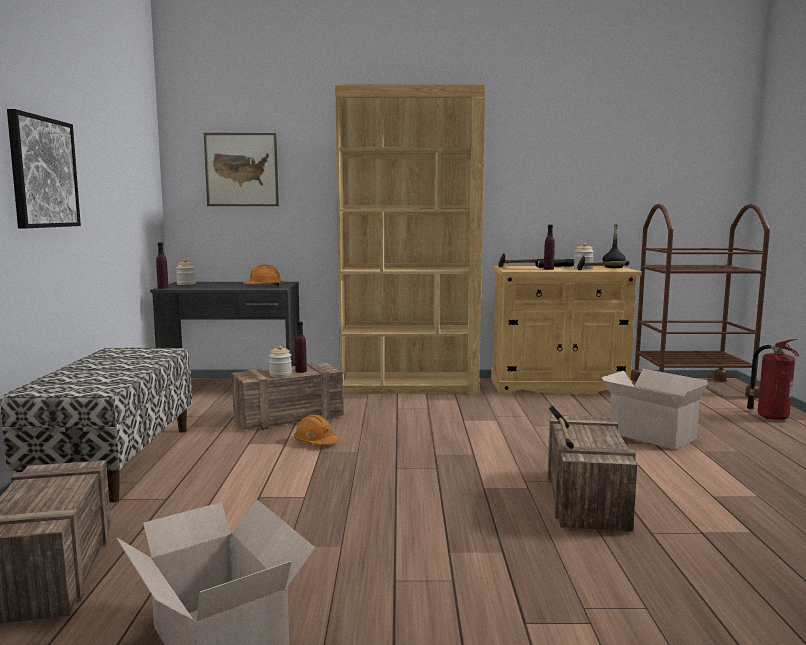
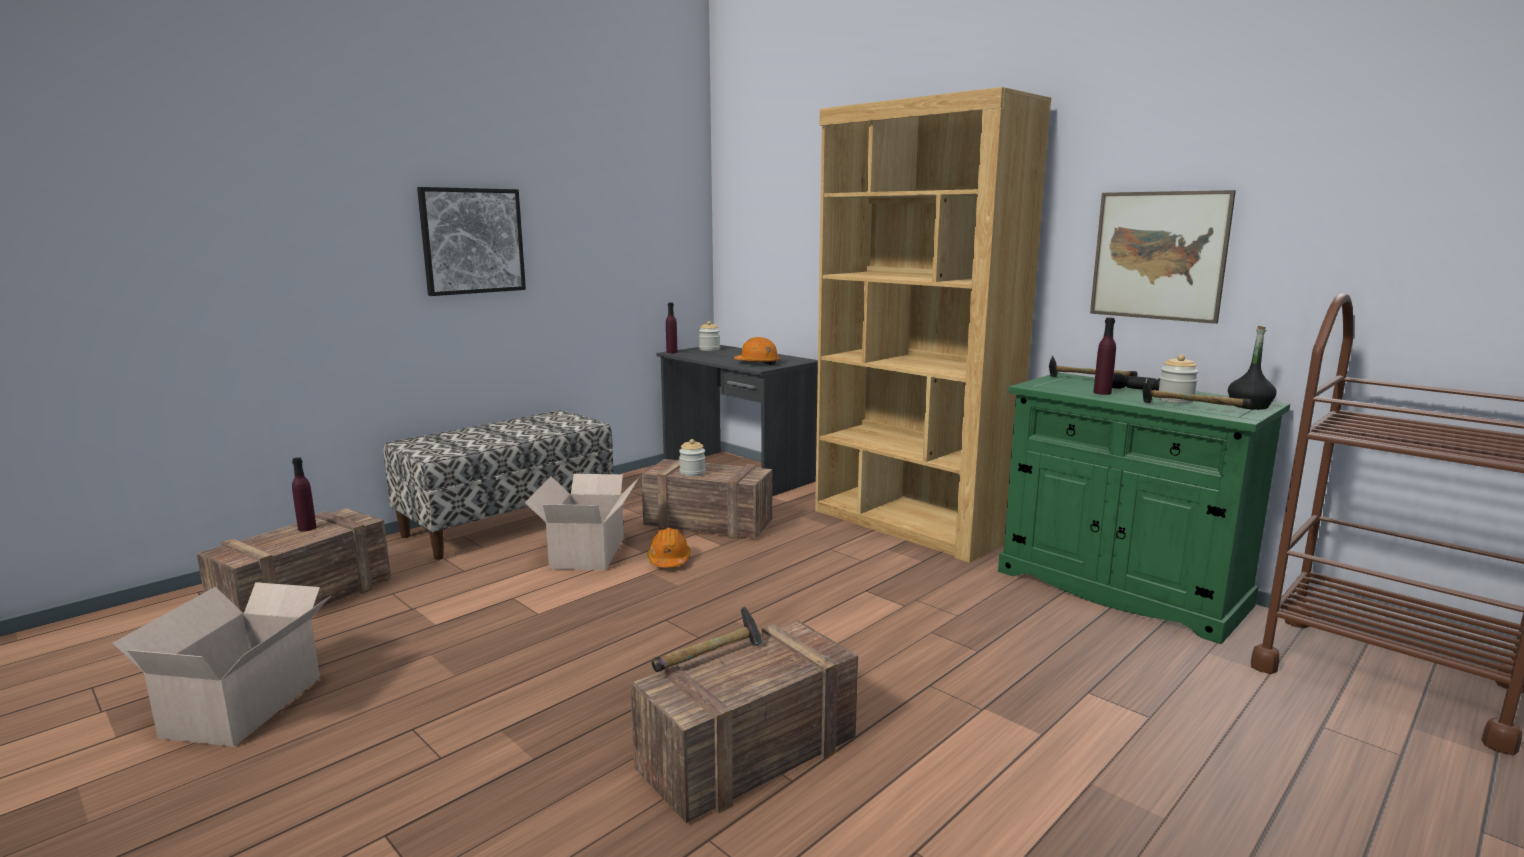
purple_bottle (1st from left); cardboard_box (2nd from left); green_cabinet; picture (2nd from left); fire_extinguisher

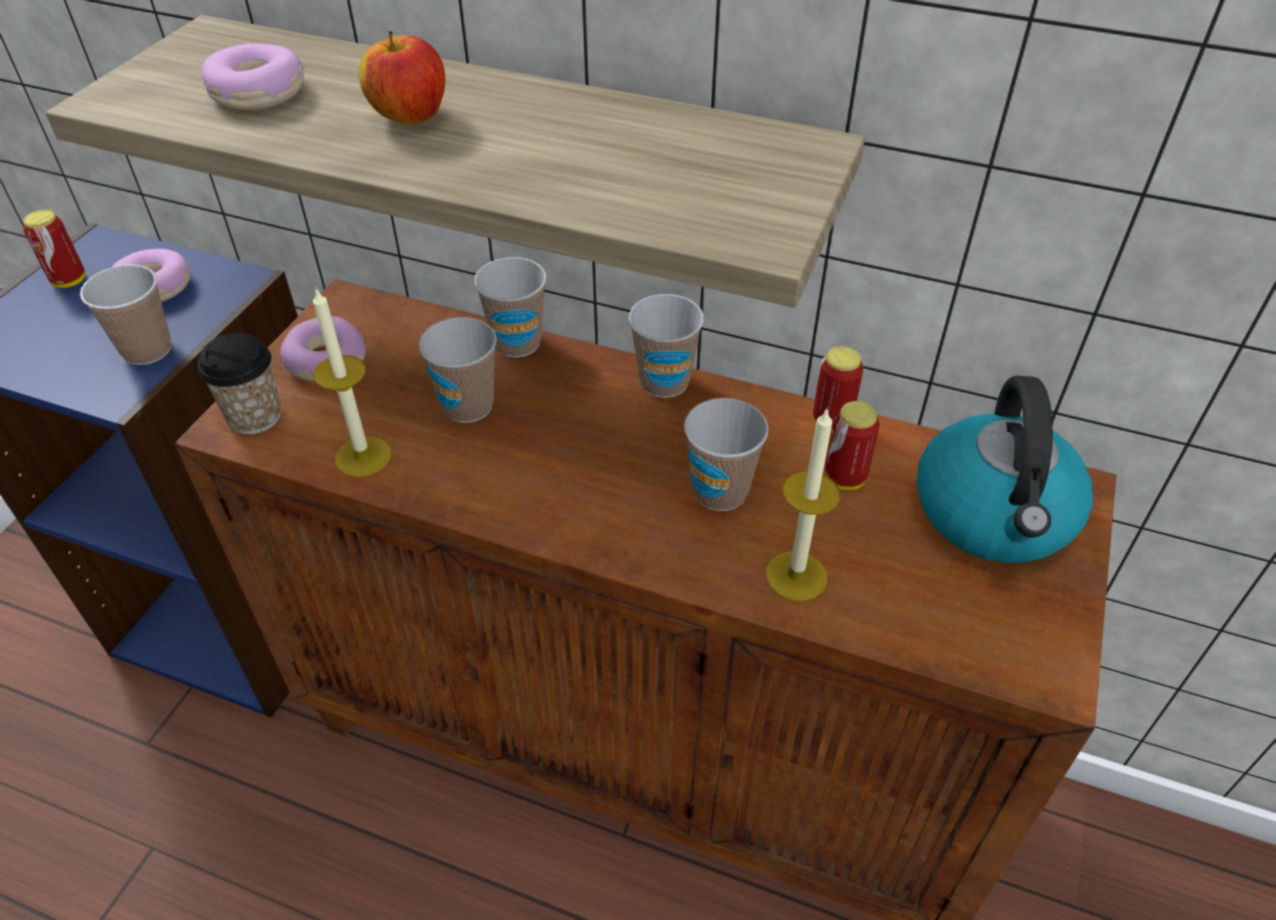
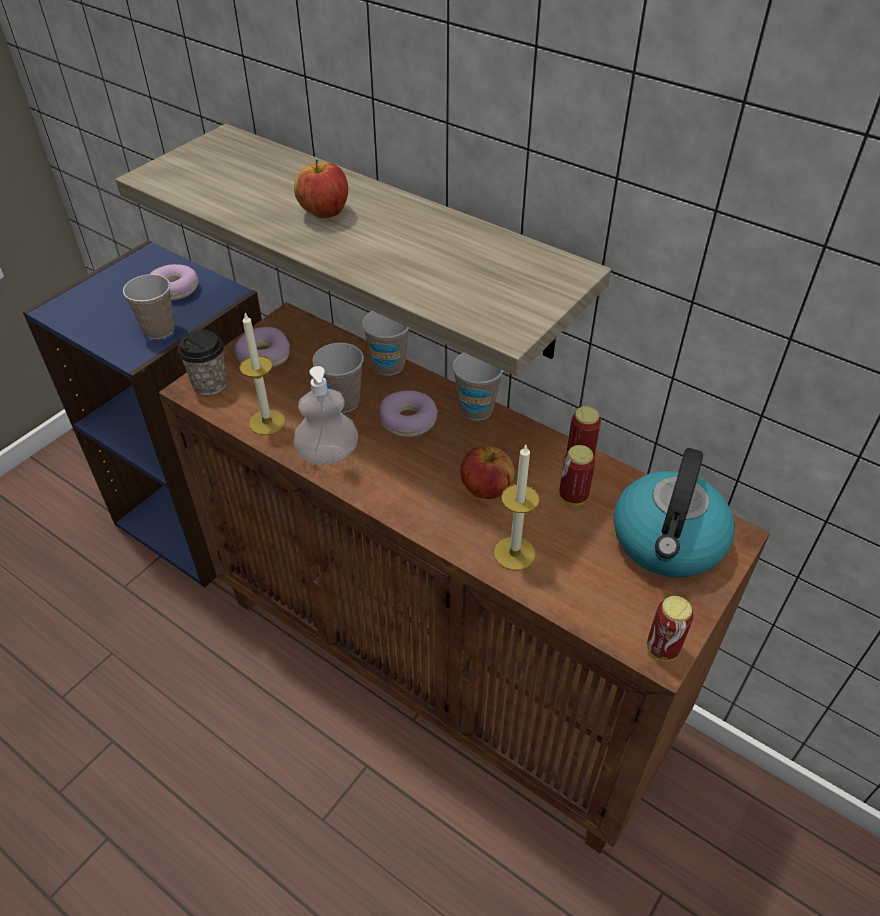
soap_dispenser; donut (3rd from left); apple (2nd from left); can (3rd from left)

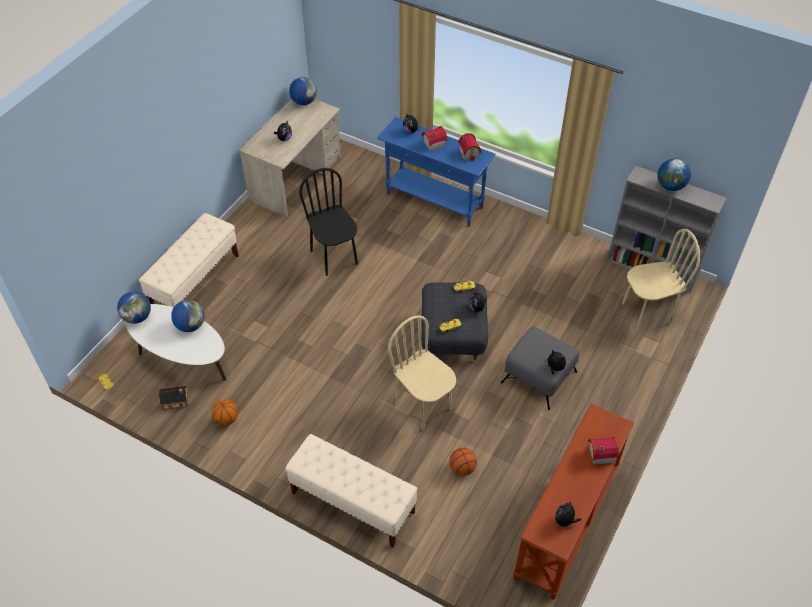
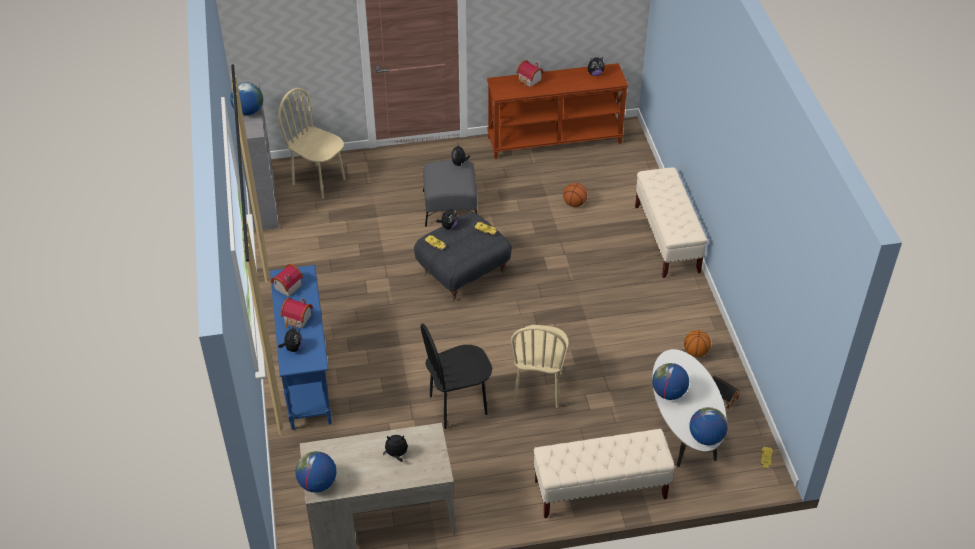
black_chair; beige_chair (2nd from left)

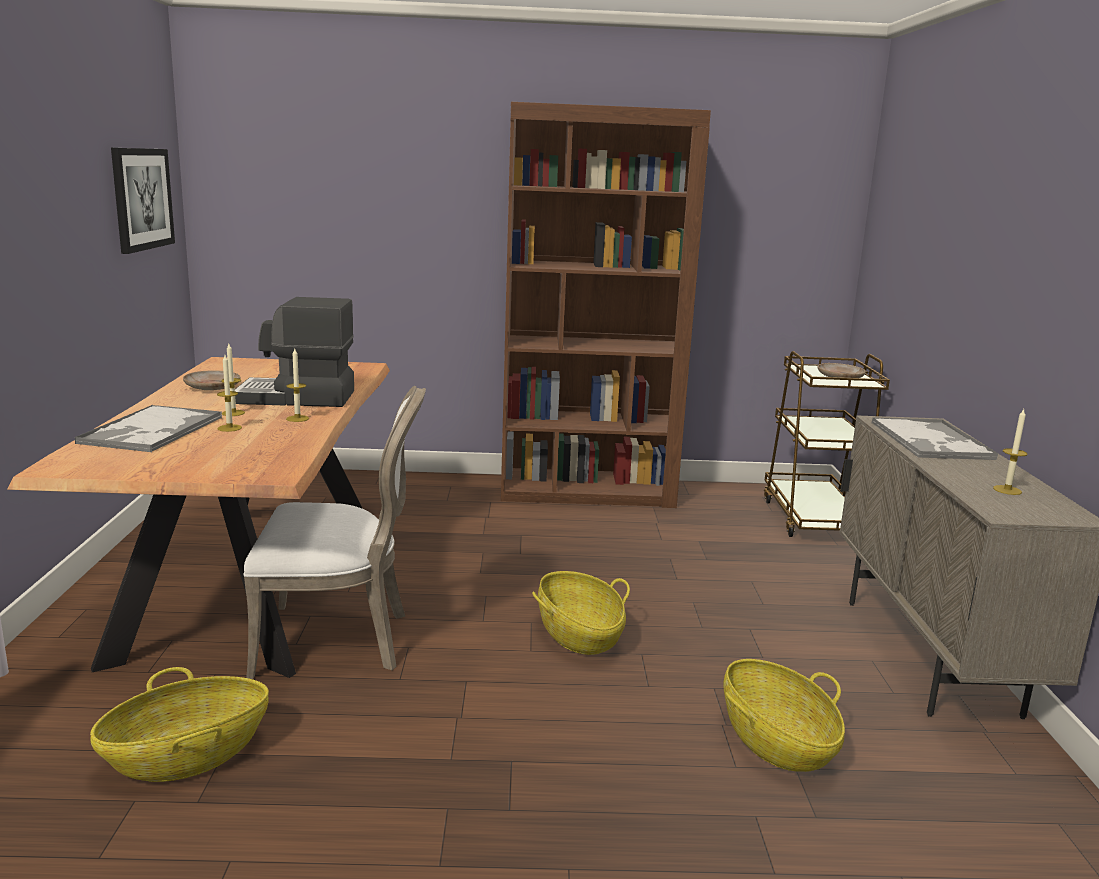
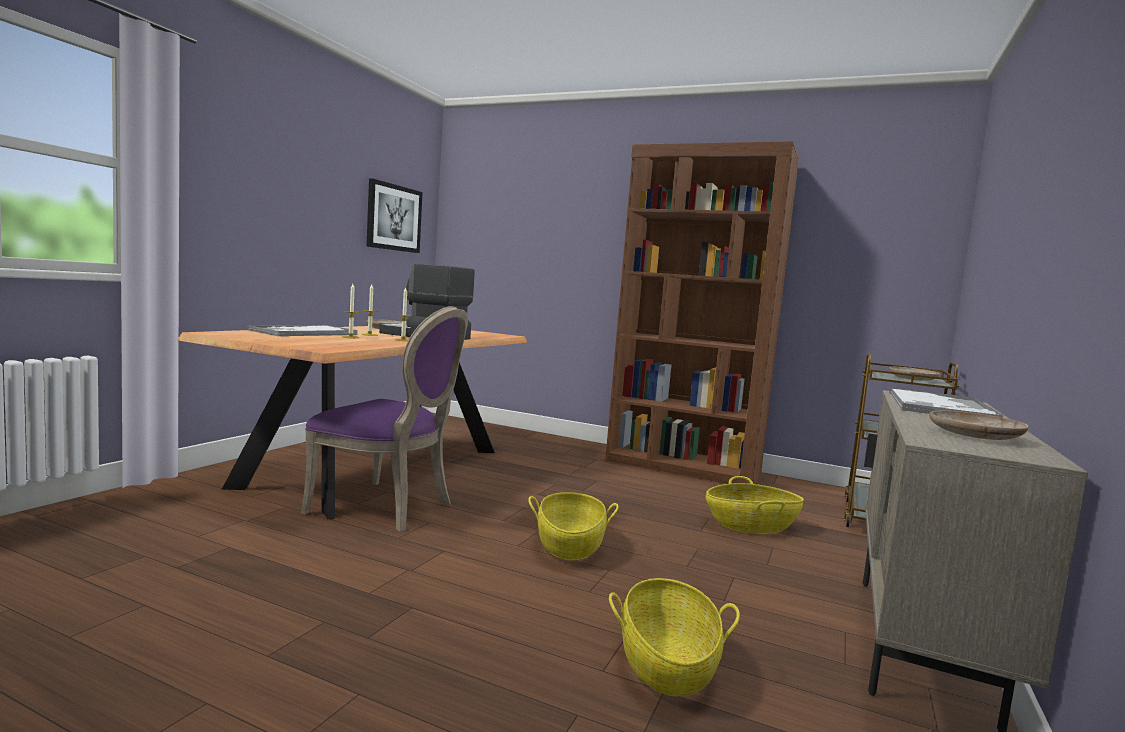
purple_chair; basket (3rd from left); beige_plate (3rd from left)

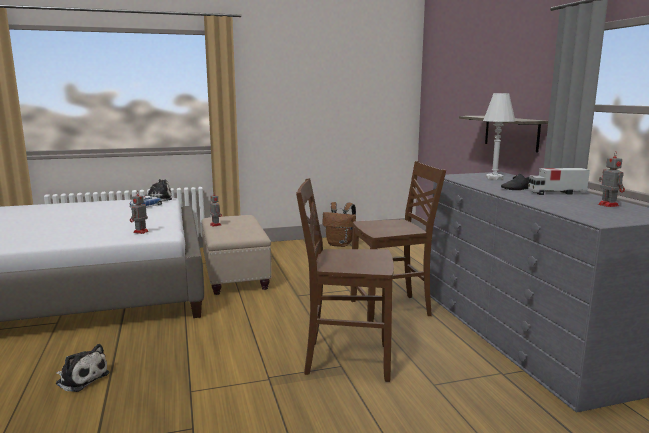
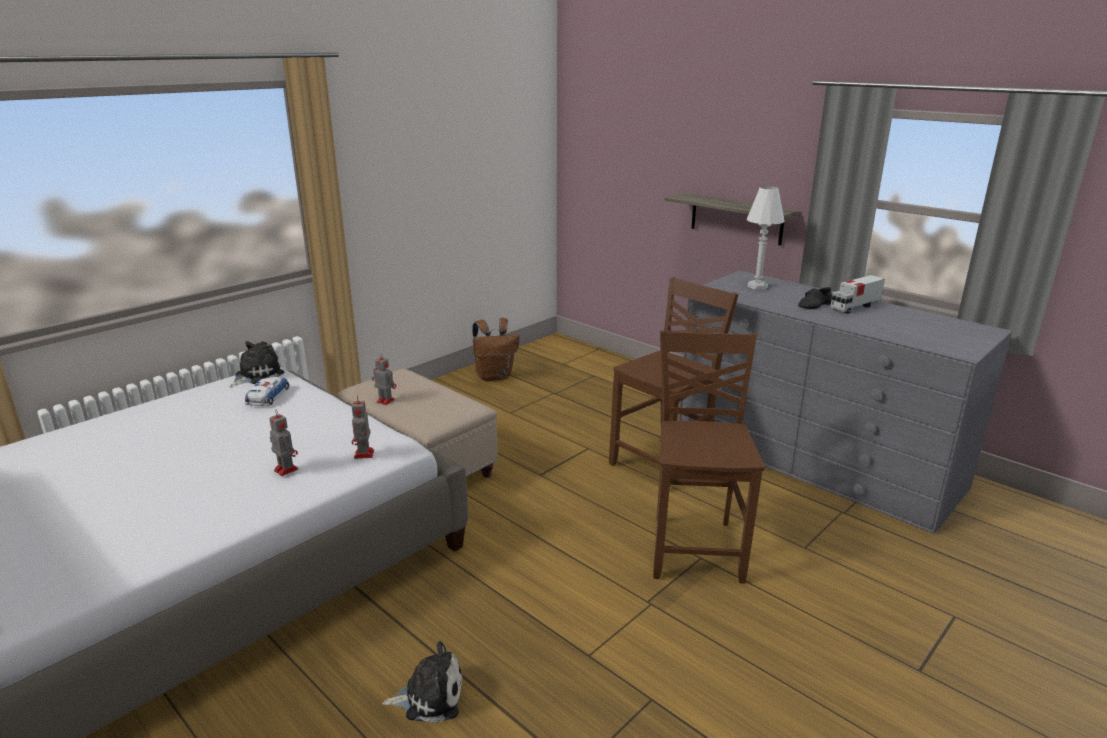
toy_robot (1st from left); brown_chair (2nd from left)

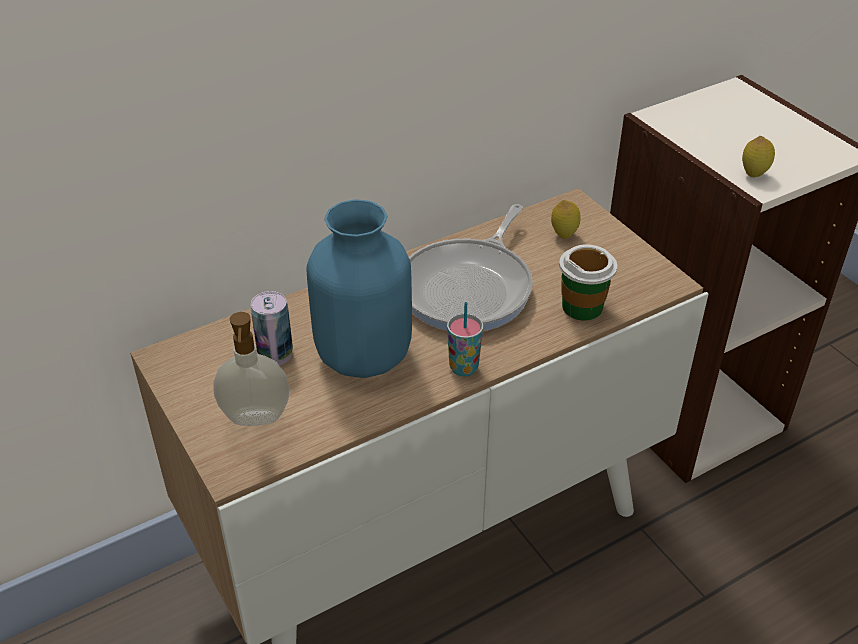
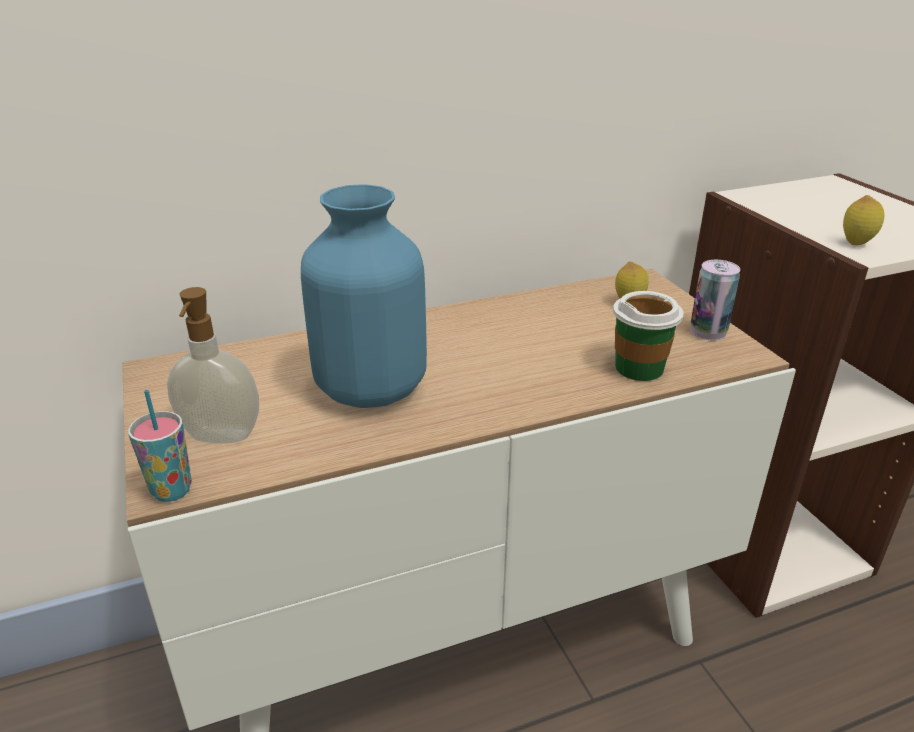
cup (1st from left); can; frying_pan

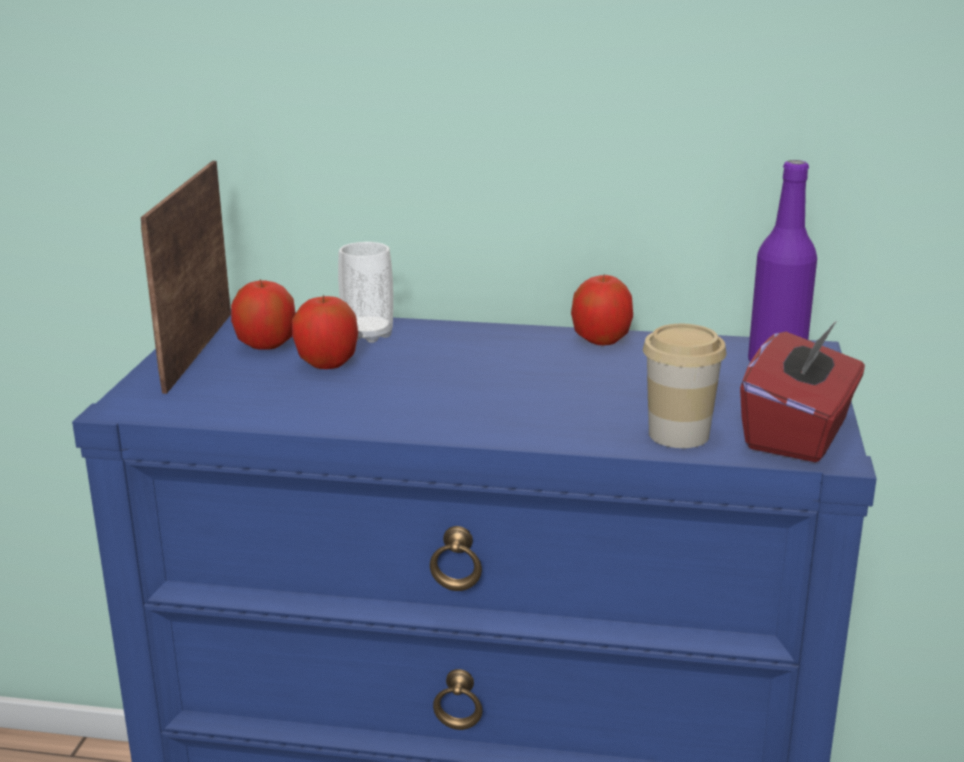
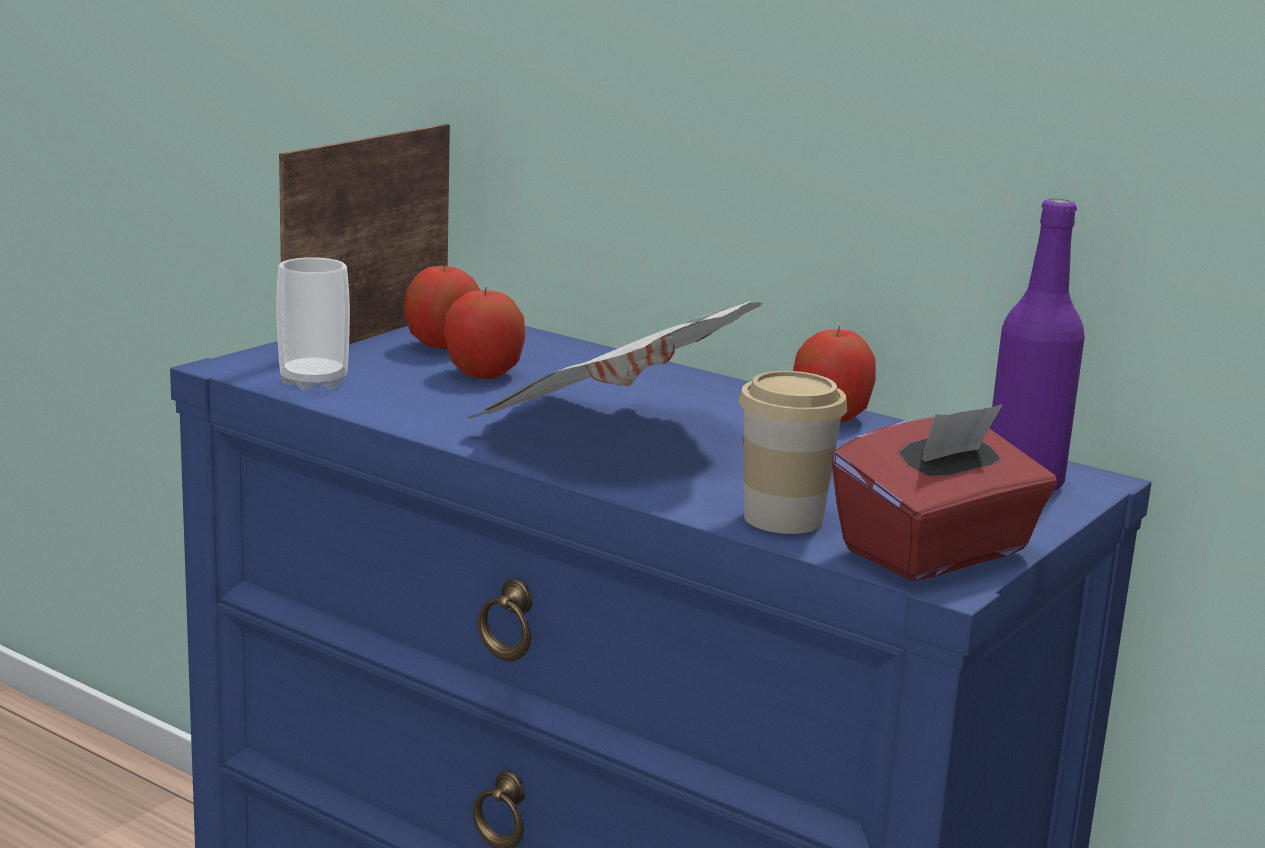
cup (1st from left); newspaper

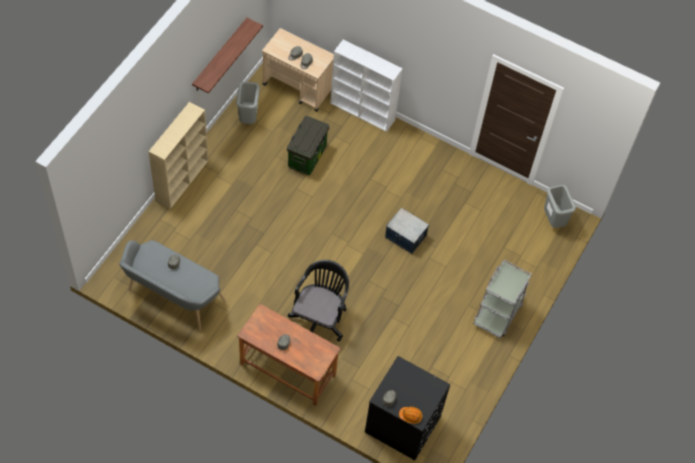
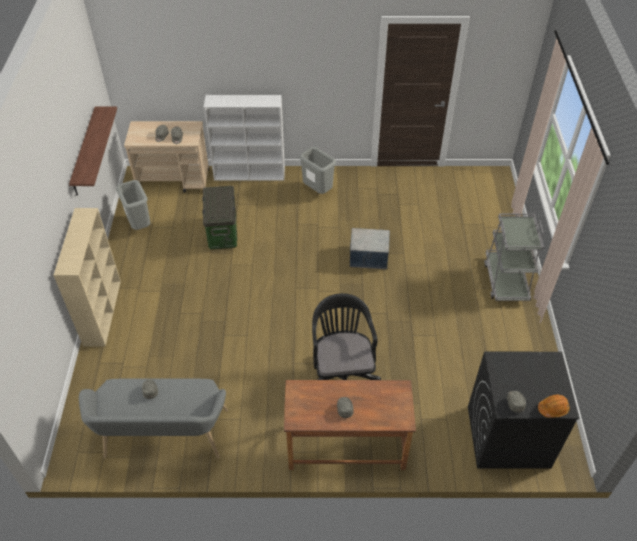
grey_trash_can (2nd from left)

